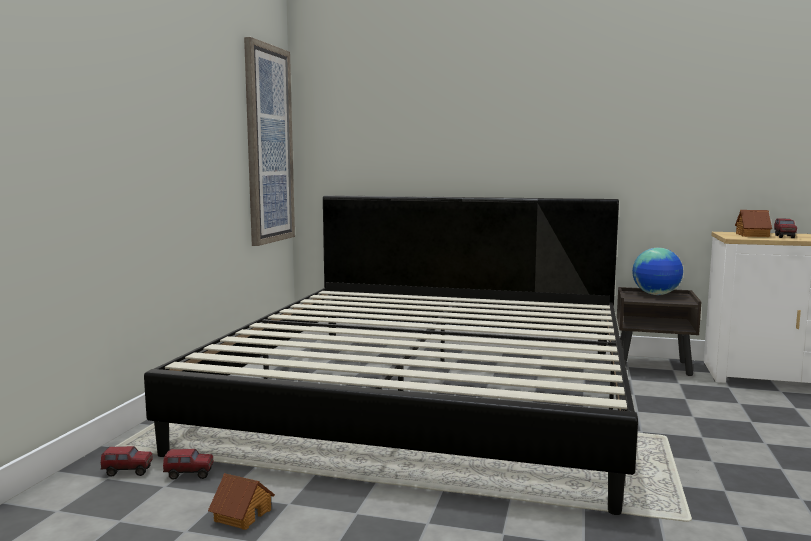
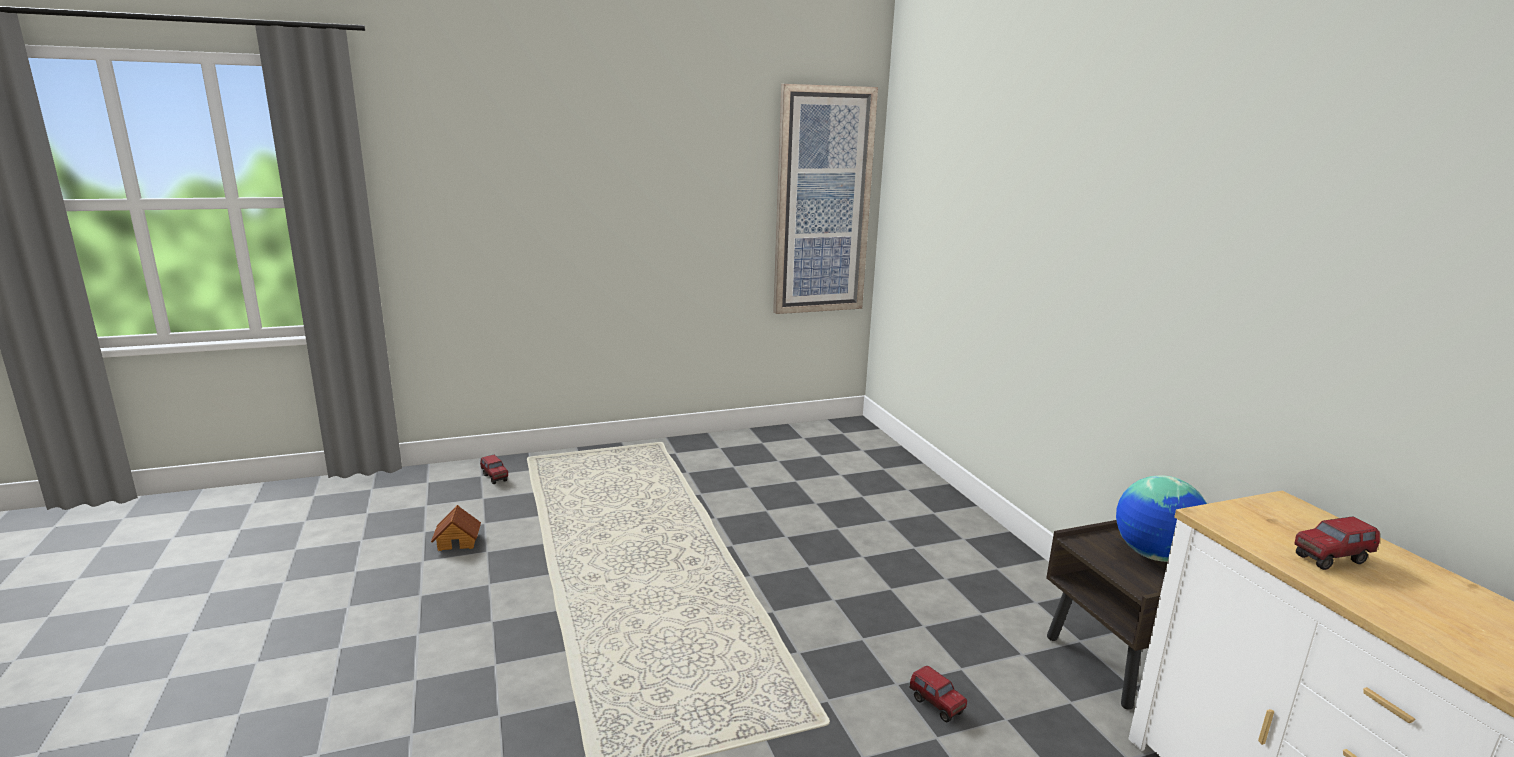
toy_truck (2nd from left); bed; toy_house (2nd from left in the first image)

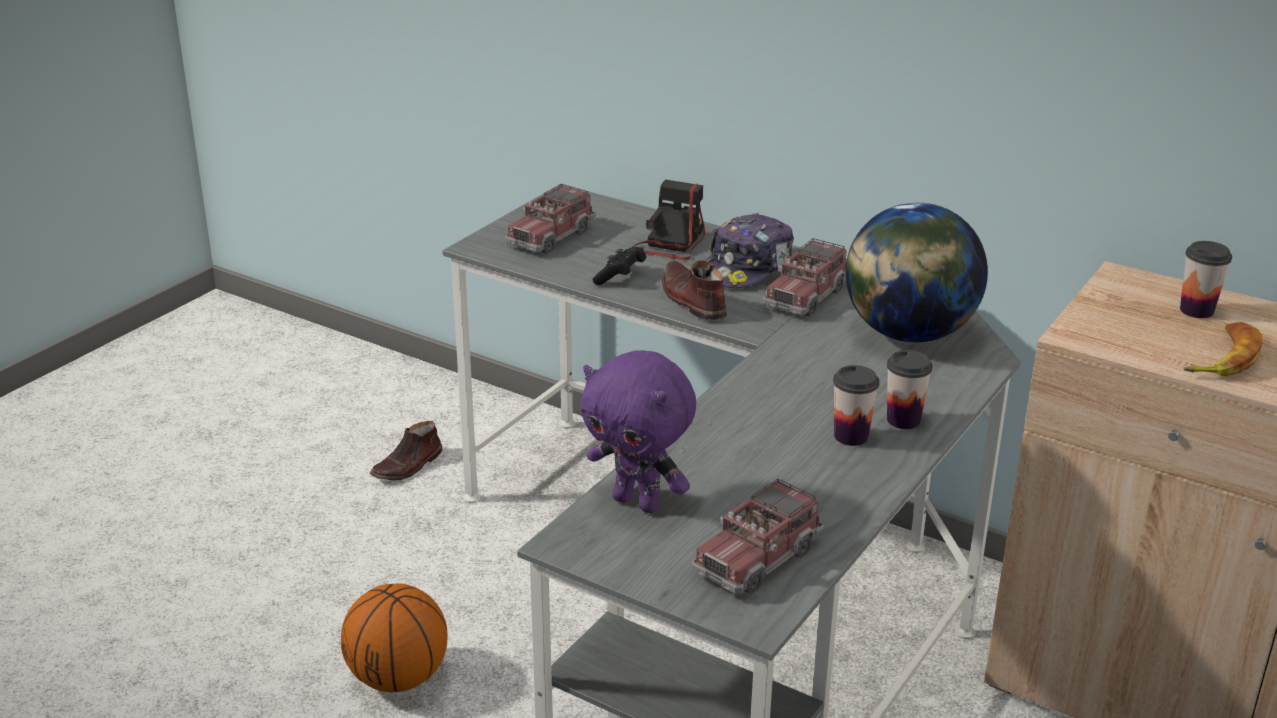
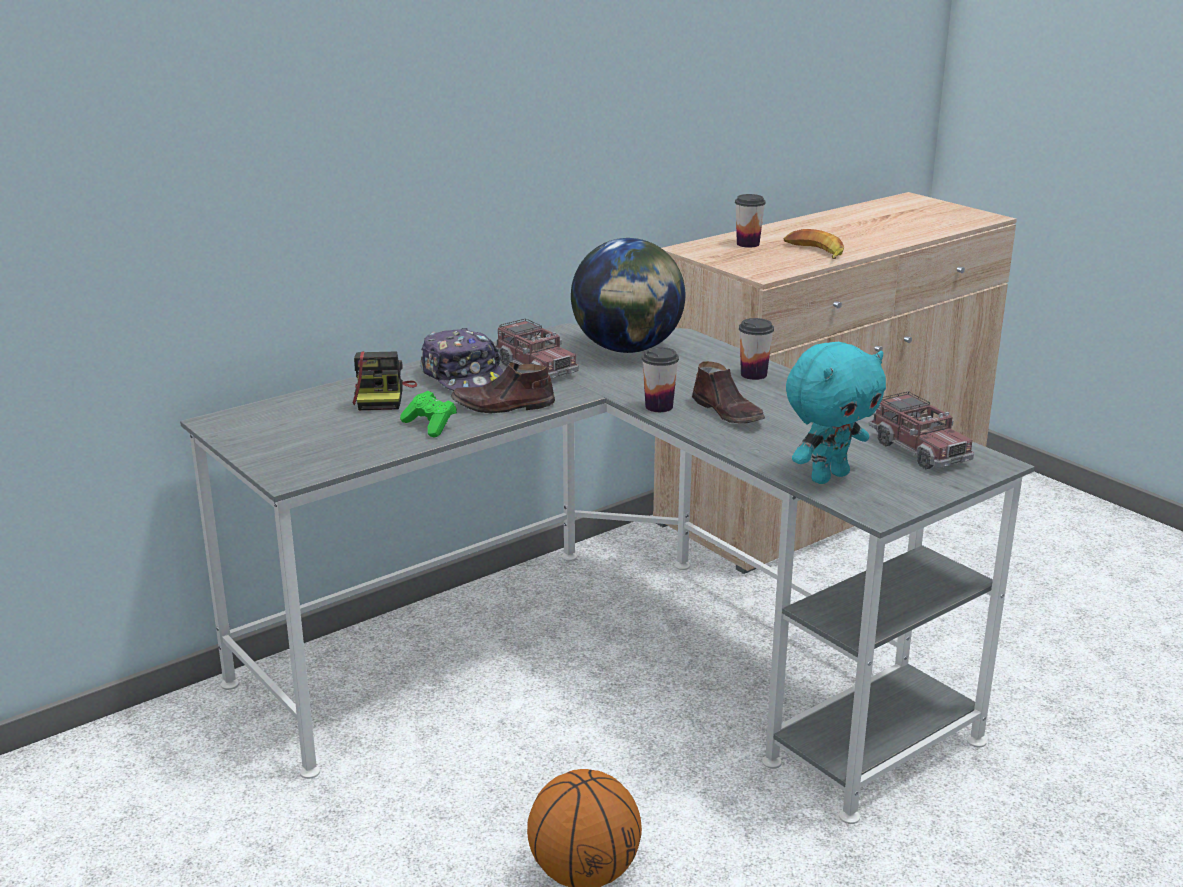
photo_camera; green_game_controller; cup (1st from left); brown_shoe (2nd from left); turquoise_plush_toy; toy_truck (1st from left in the first image)

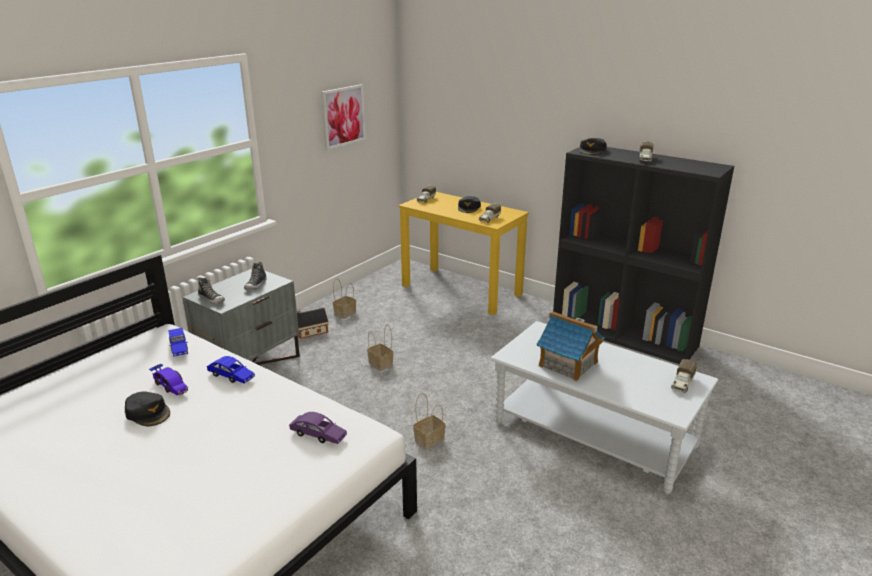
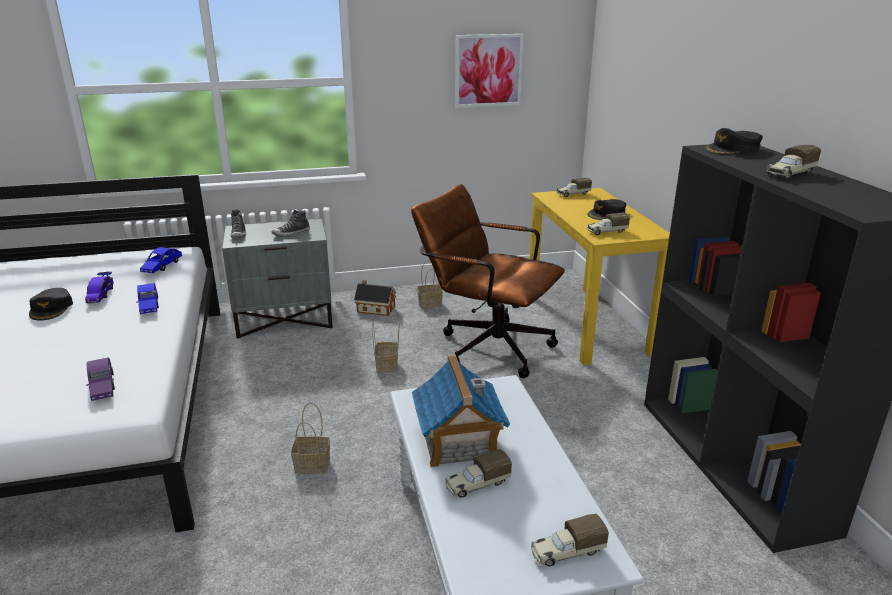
brown_office_chair; toy_truck (1st from left)

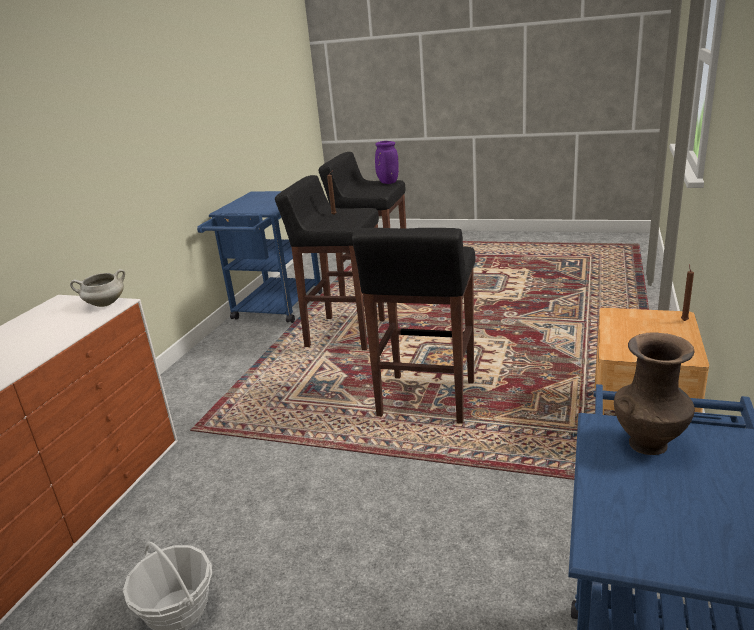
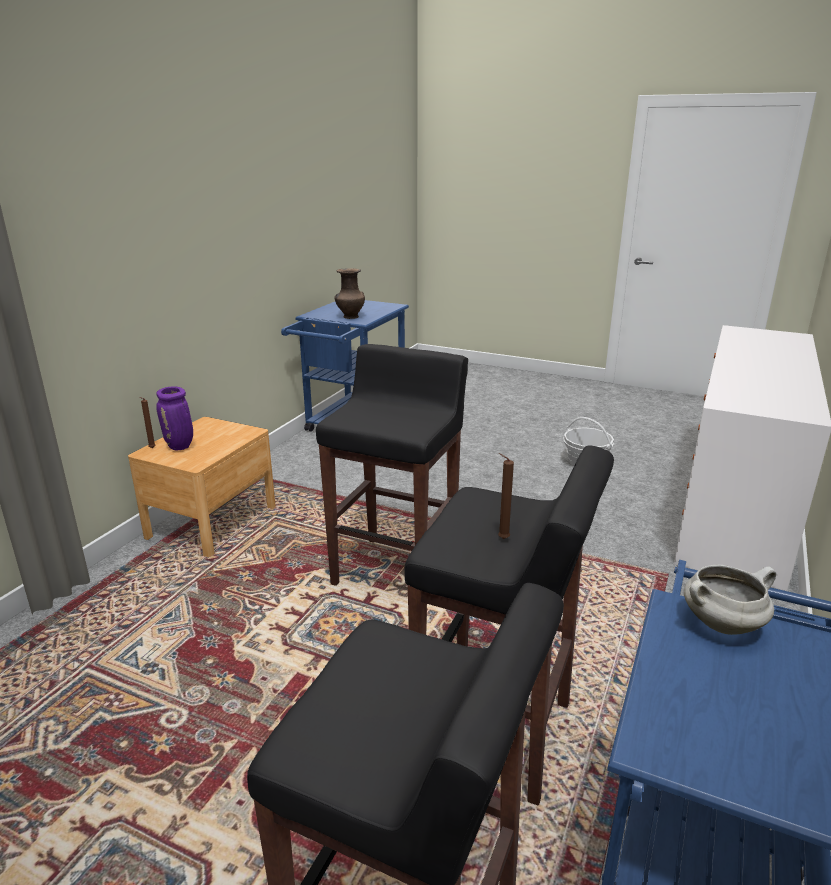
purple_vase; white_cooking_pot

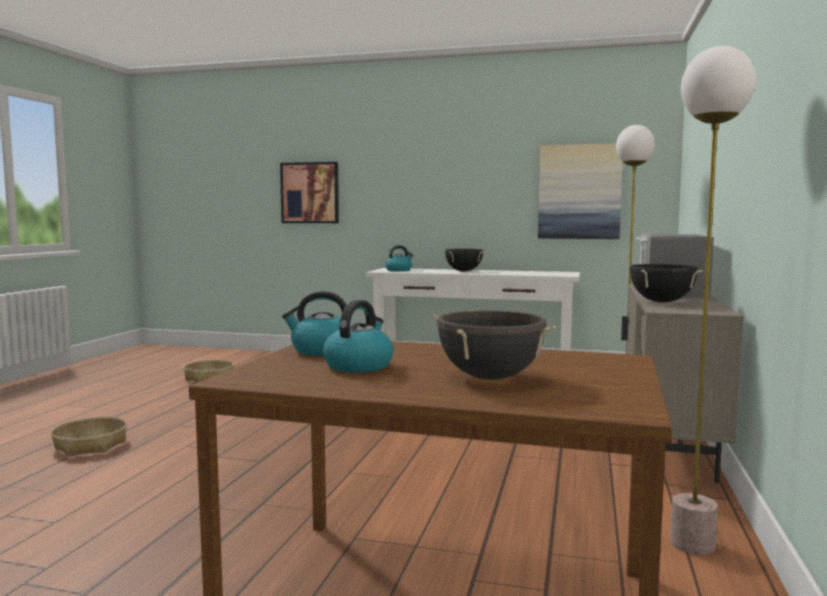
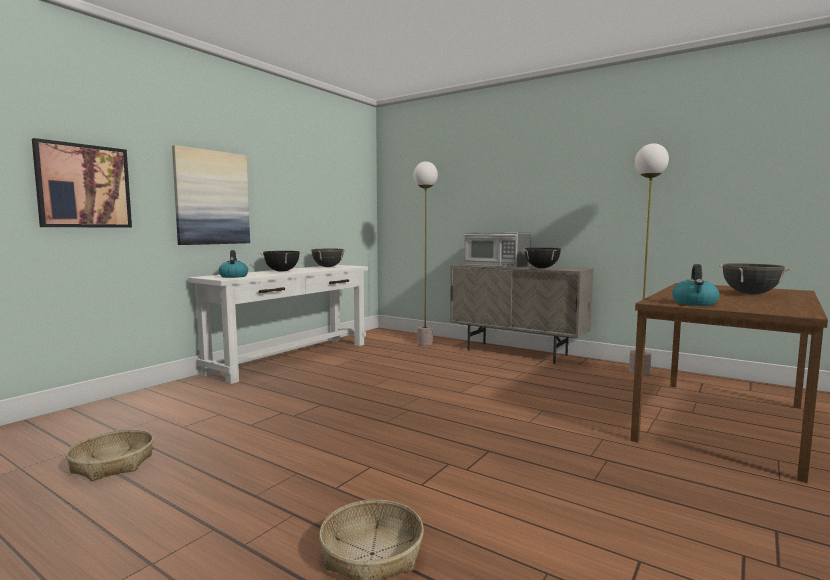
picture (2nd from left); black_cooking_pot (2nd from left); kettle (2nd from left in the first image)

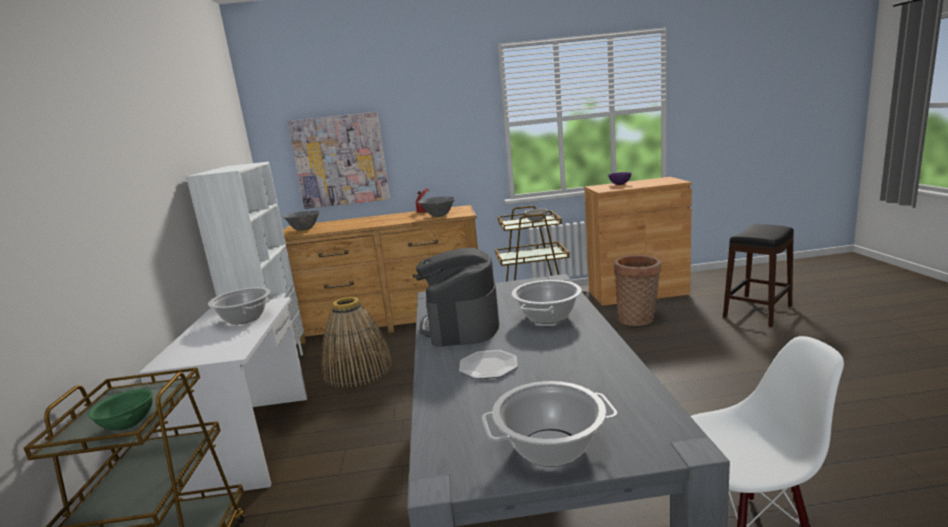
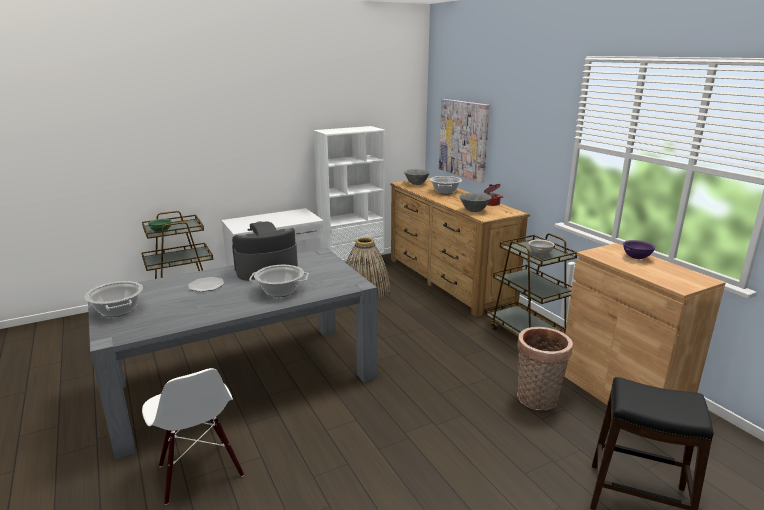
cooking_pot (3rd from left)

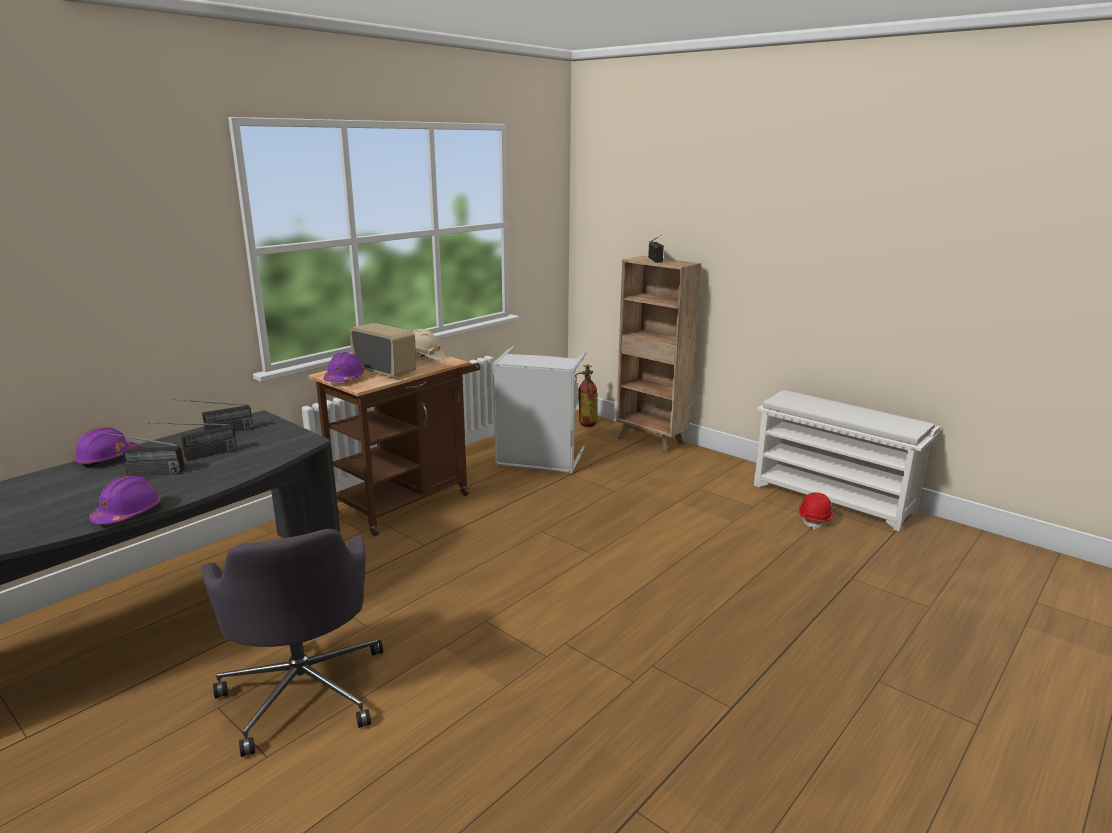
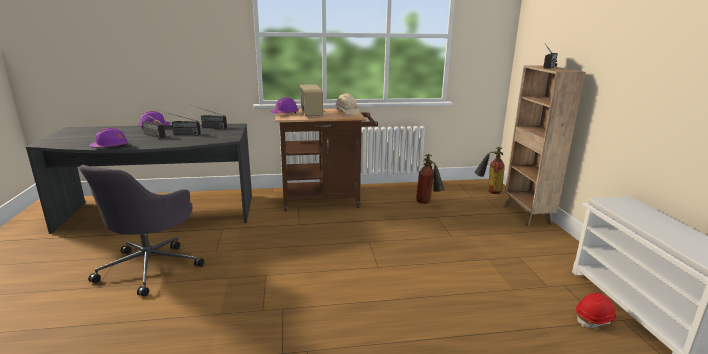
fire_extinguisher (1st from left)

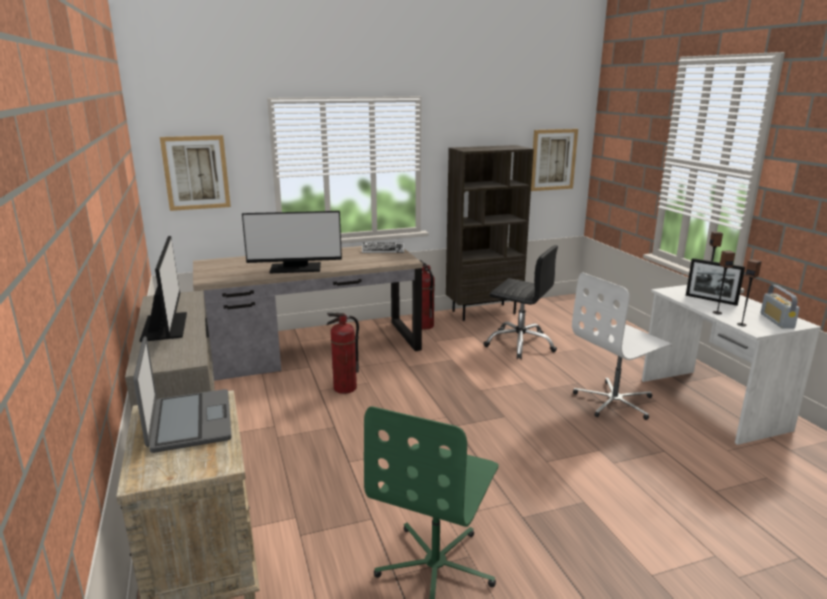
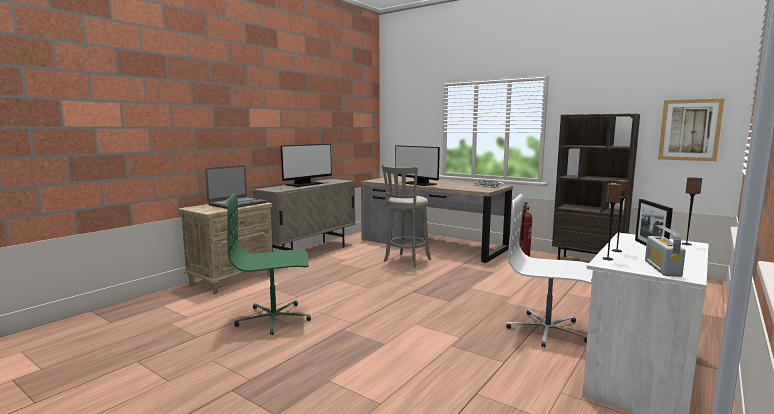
grey_stool; radio; picture (1st from left in the first image); black_office_chair

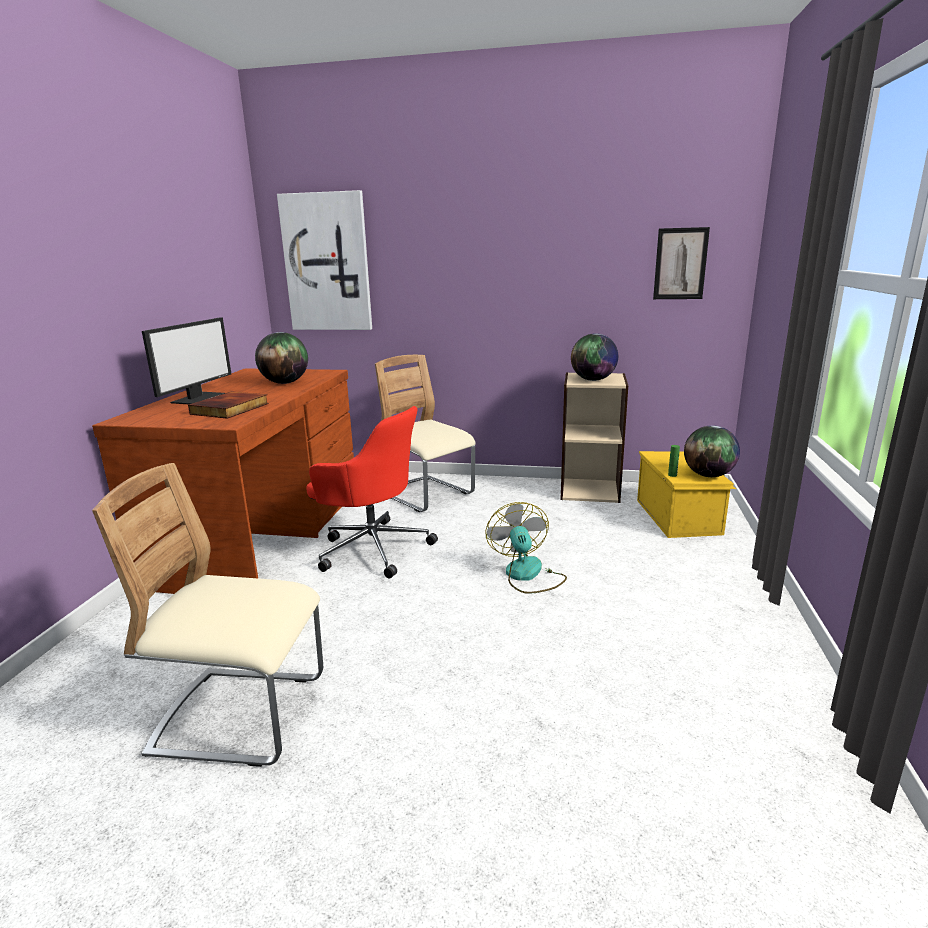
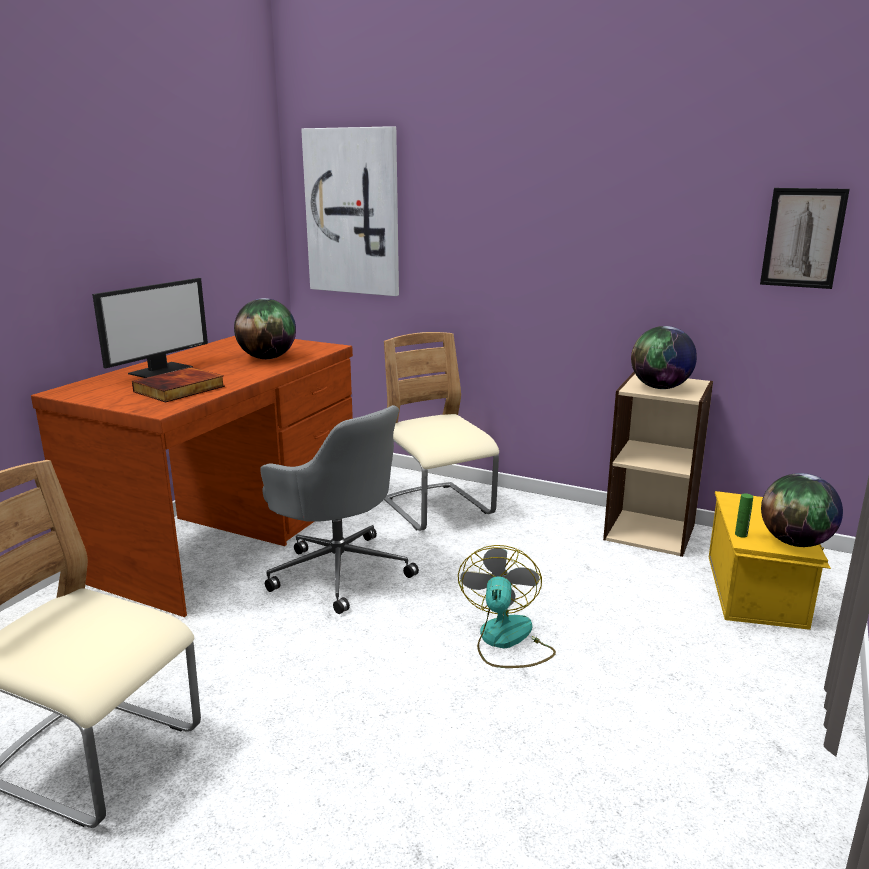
grey_office_chair

